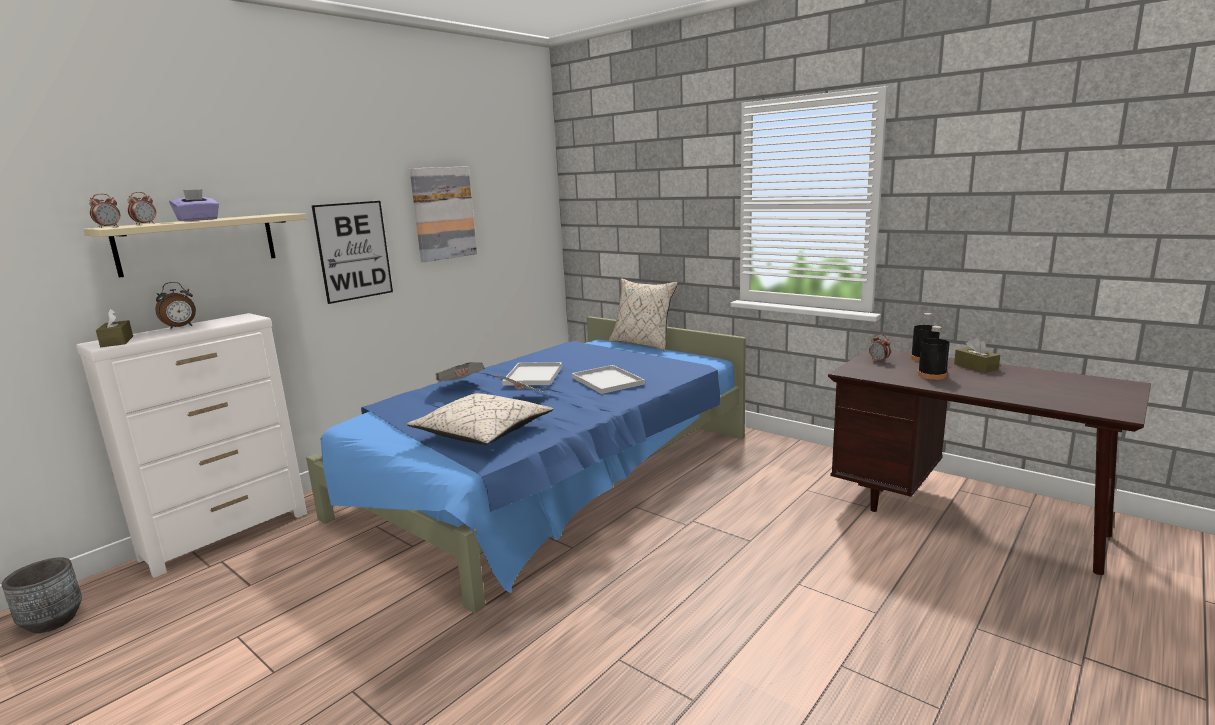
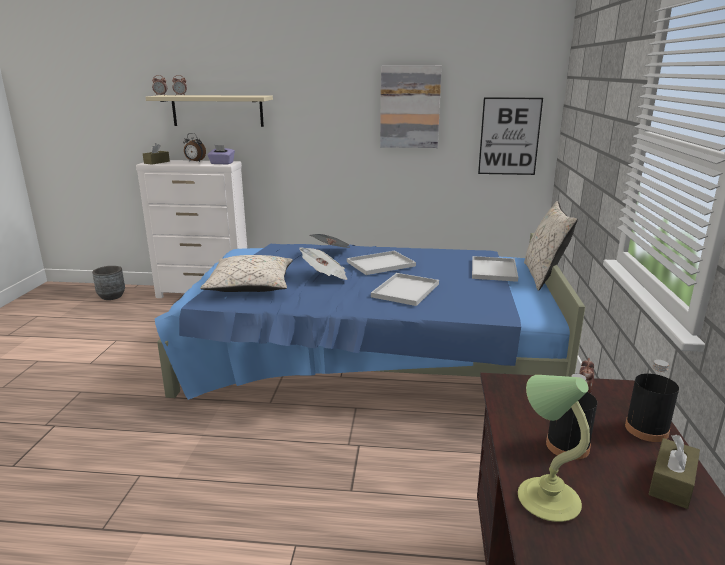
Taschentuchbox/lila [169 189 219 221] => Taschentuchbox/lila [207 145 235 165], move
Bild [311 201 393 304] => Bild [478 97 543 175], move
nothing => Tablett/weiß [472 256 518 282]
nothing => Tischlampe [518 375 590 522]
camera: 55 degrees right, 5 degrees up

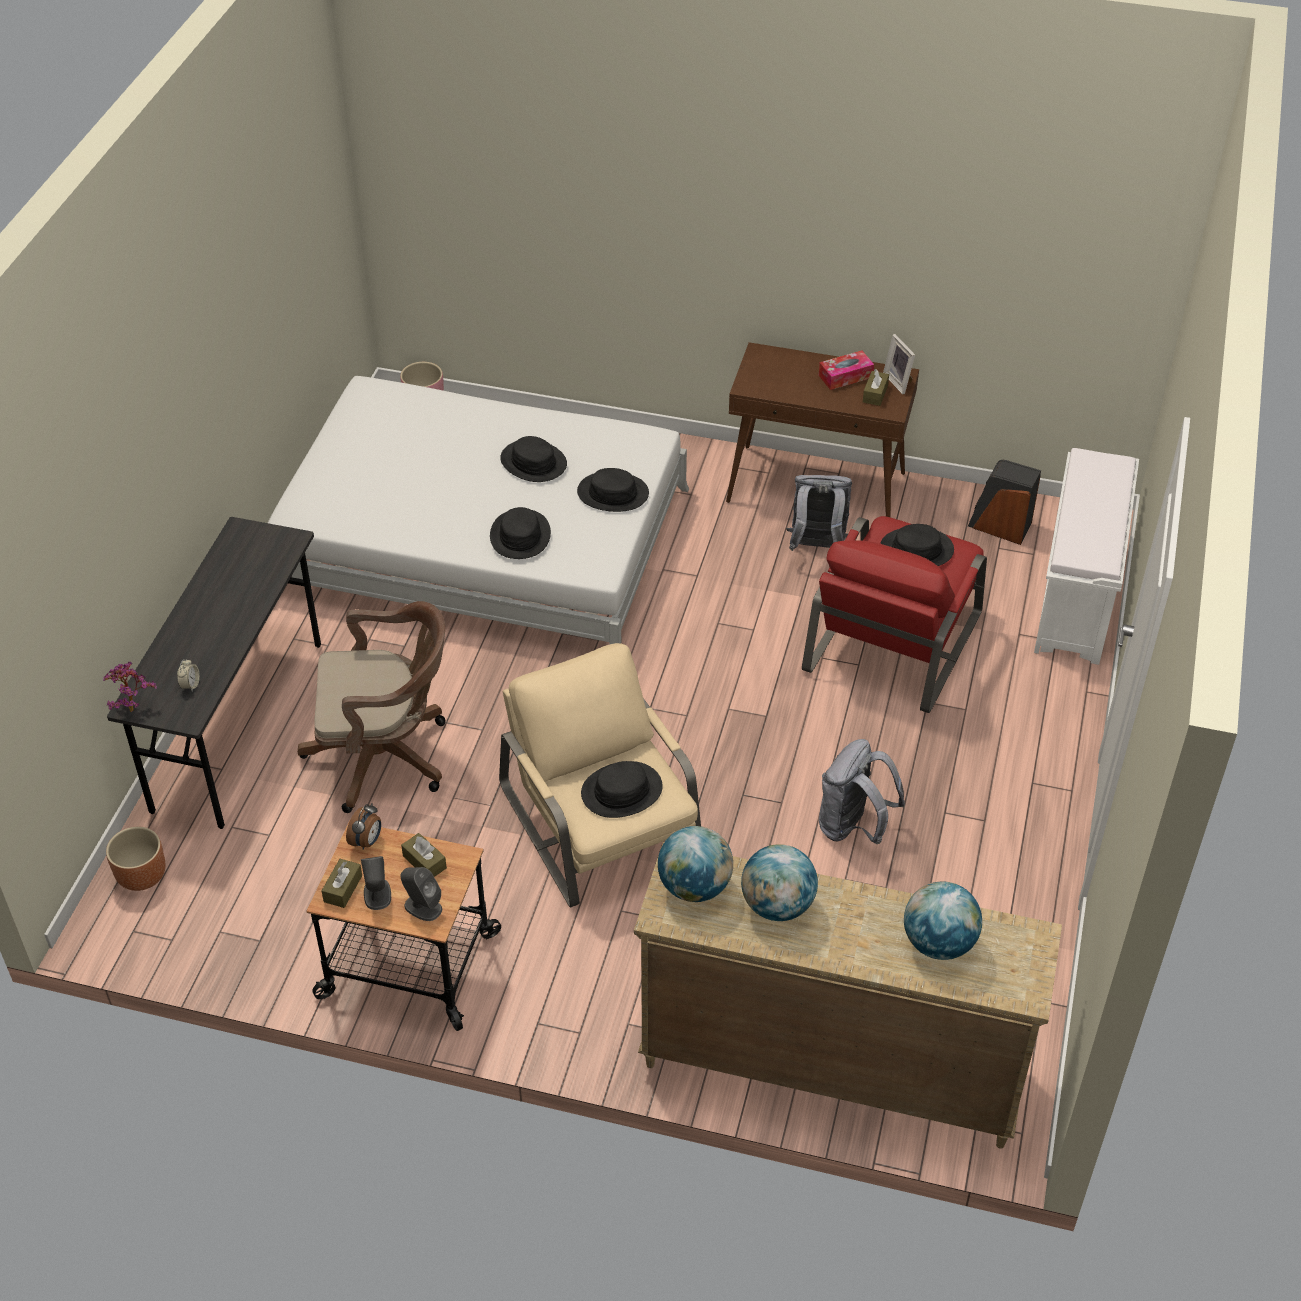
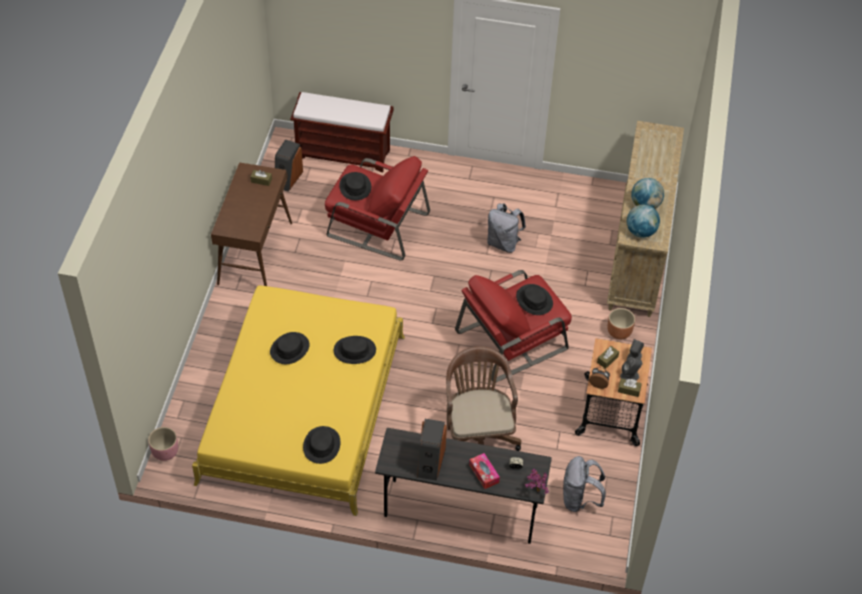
Bilderrahmen [883 334 915 394] => nothing
Taschentuchbox [819 350 874 390] => Taschentuchbox [469 453 500 489], move
Bett/weiß [268 376 689 645] => Bett/gelb [192 285 405 516]
Bank/weiß [1034 448 1139 665] => Bank/braun [290 92 394 172]
Hut/schwarz [577 468 649 512] => Hut/schwarz [303 426 340 464], move
Rucksack/grau [786 475 852 551] => Rucksack/grau [563 456 606 512], move
Sessel/beige [499 643 701 908] => Sessel/rot [455 270 572 382]
Pflanzkübel/braun [106 827 166 891] => Pflanzkübel/braun [608 308 635 339], move
Globus [904 881 982 960] => nothing
nothing => Lautsprecher [417 419 447 481]
camera: 95 degrees left, 5 degrees up

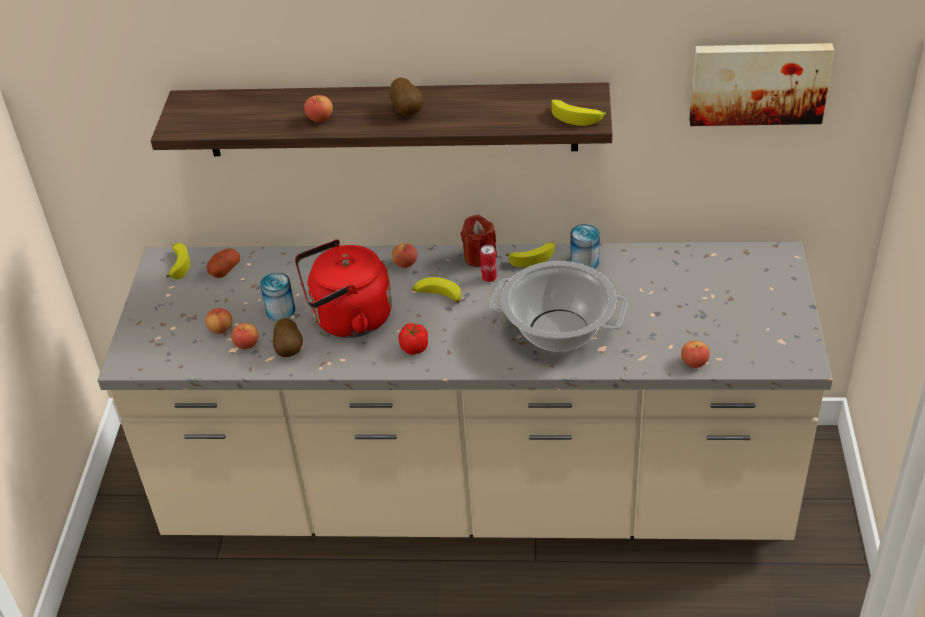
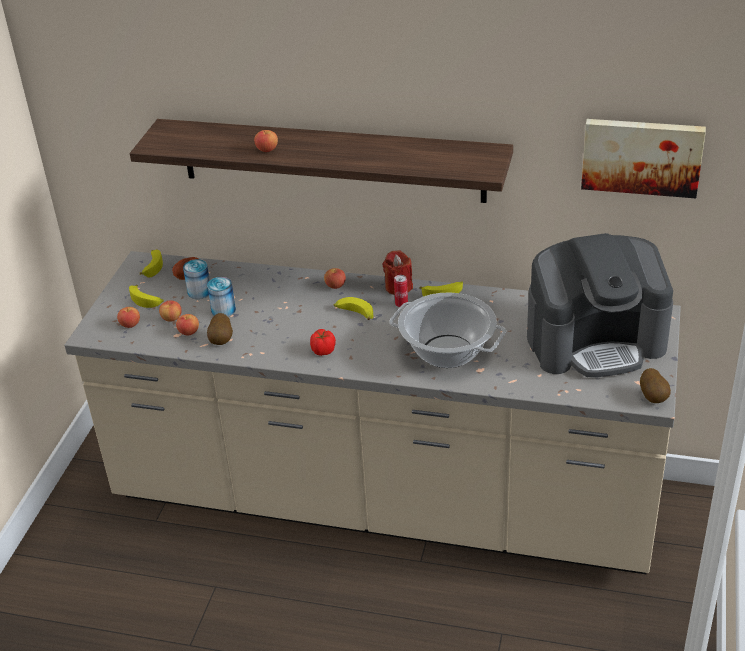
Kartoffel [390 78 424 116] => Kartoffel [640 368 671 403], move
Banane [552 99 606 126] => Banane [129 285 164 308], move
Dose [570 224 600 269] => Dose [183 259 210 299], move
Wasserkessel/rot [295 239 392 338] => nothing
Apfel [681 341 710 368] => Apfel [117 307 140 328], move
nothing => Kaffeemaschine [527 233 673 377]
camera: 10 degrees right, 5 degrees down

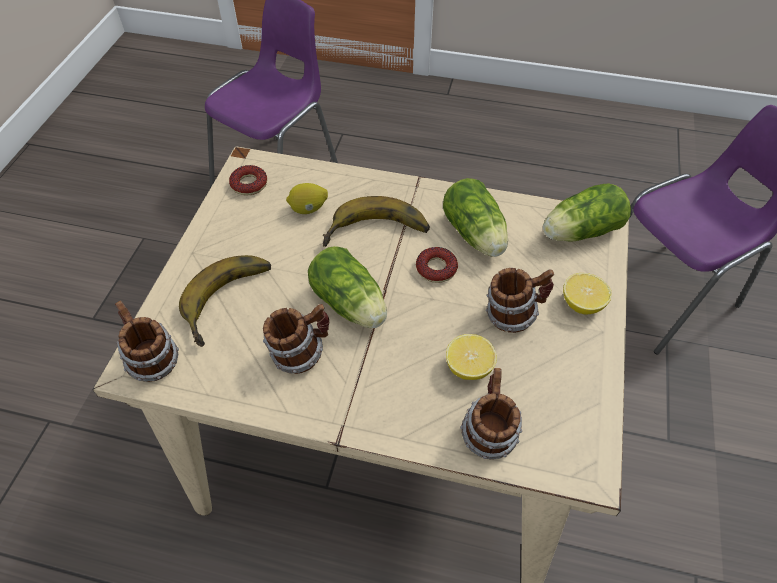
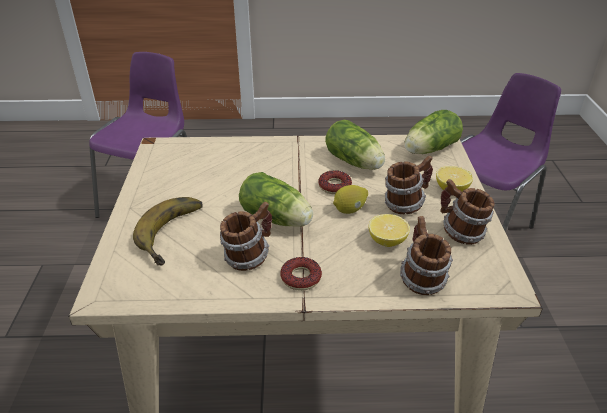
Donut [229 165 267 196] => Donut [280 257 322 291], move
Zitrone [286 183 328 214] => Zitrone [333 185 368 214], move
Banane [323 196 430 247] => nothing
Henkelbecher [115 301 179 382] => Henkelbecher [440 179 495 245], move
camera: 15 degrees left, 15 degrees down

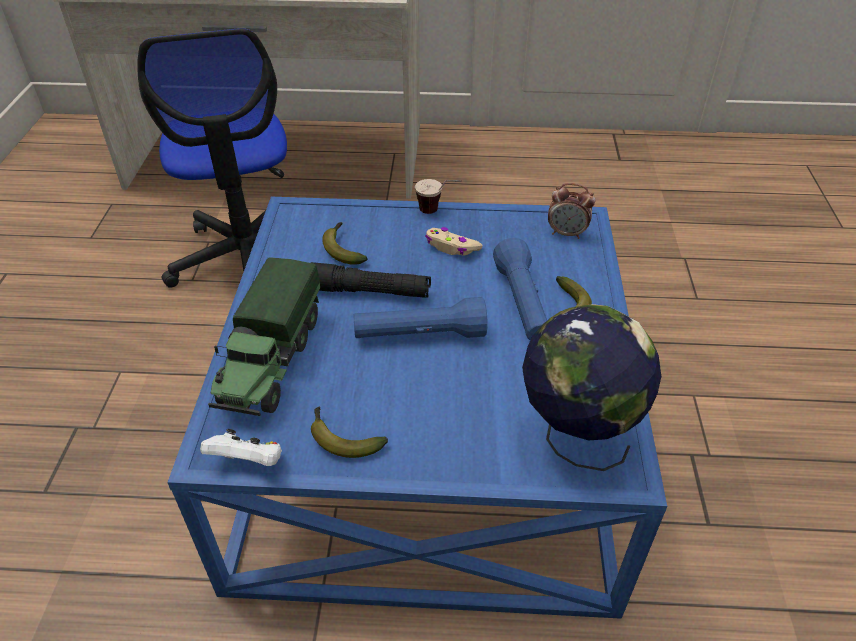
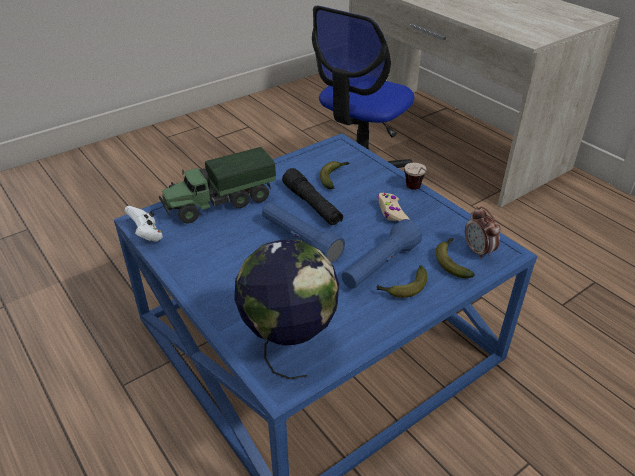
Banane [311 406 388 458] => Banane [436 238 475 278], move
camera: 50 degrees right, 5 degrees down

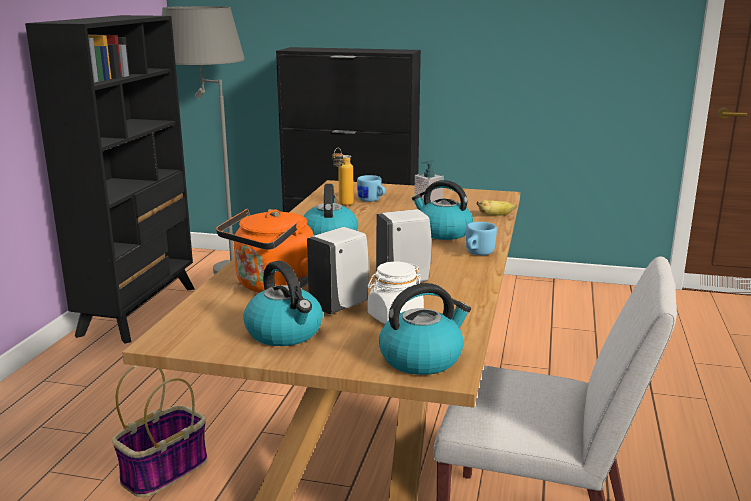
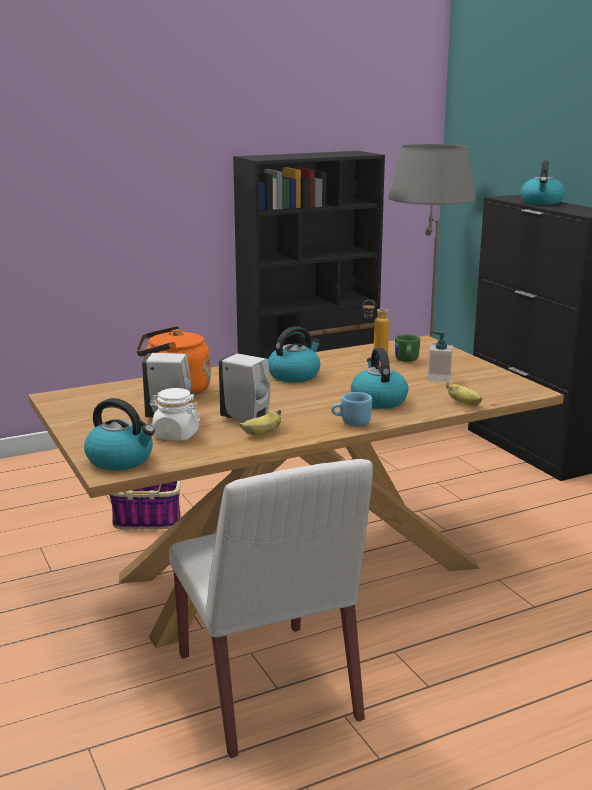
Henkelbecher/blau [357 175 385 202] => Henkelbecher/grün [395 334 420 362]
Wasserkessel [244 261 323 346] => Wasserkessel [521 160 565 205], move
nothing => Banane [239 409 281 436]
camera: 50 degrees right, 0 degrees up

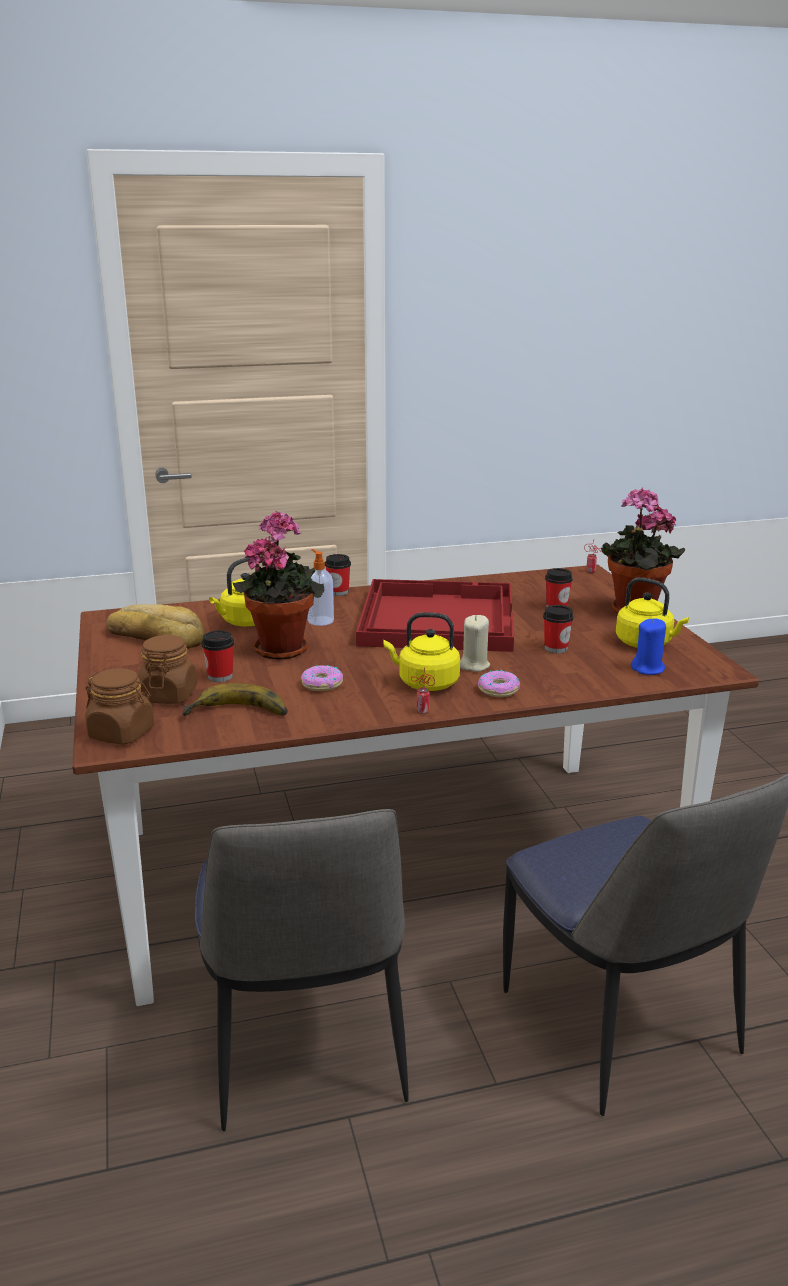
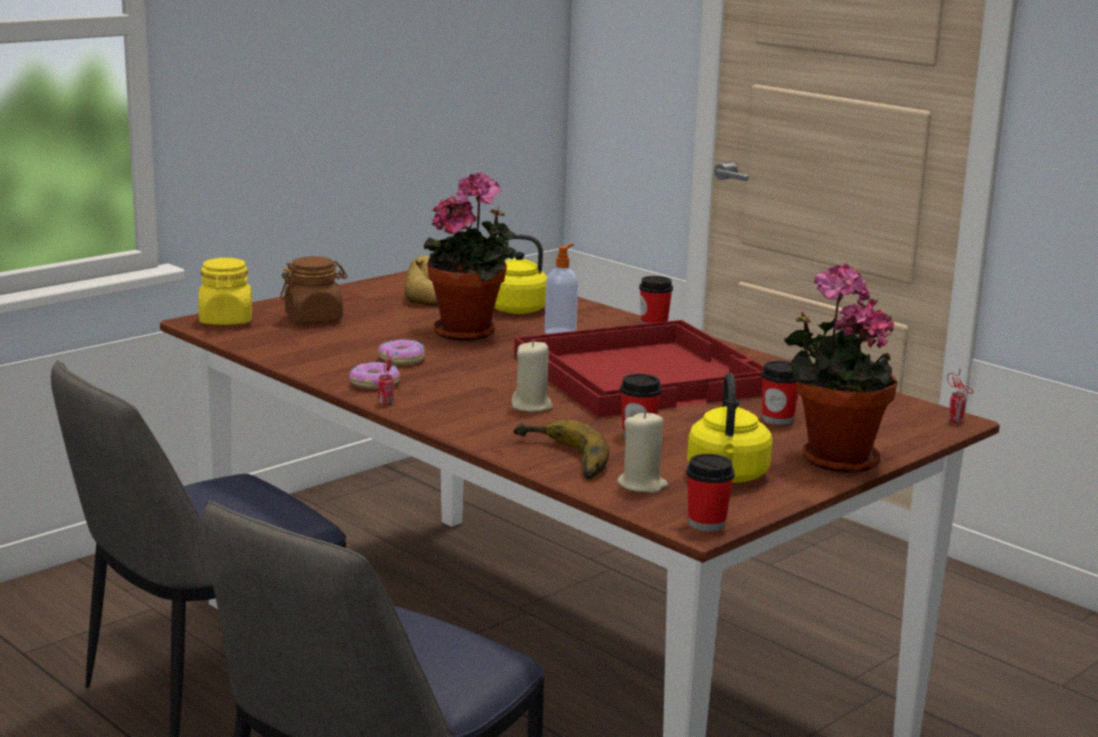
Wasserkessel/gelb [384 612 460 691] => nothing
Kerze/blau [631 618 666 675] => Kerze/beige [617 411 668 493]
Tasse [202 630 234 682] => Tasse [686 454 735 531], move
Vorratsglas/braun [85 668 154 744] => Vorratsglas/gelb [199 258 252 325]
Donut [478 670 520 697] => Donut [349 362 400 389], move
Banane [182 683 287 716] => Banane [513 420 609 479], move
camera: 60 degrees right, 5 degrees down

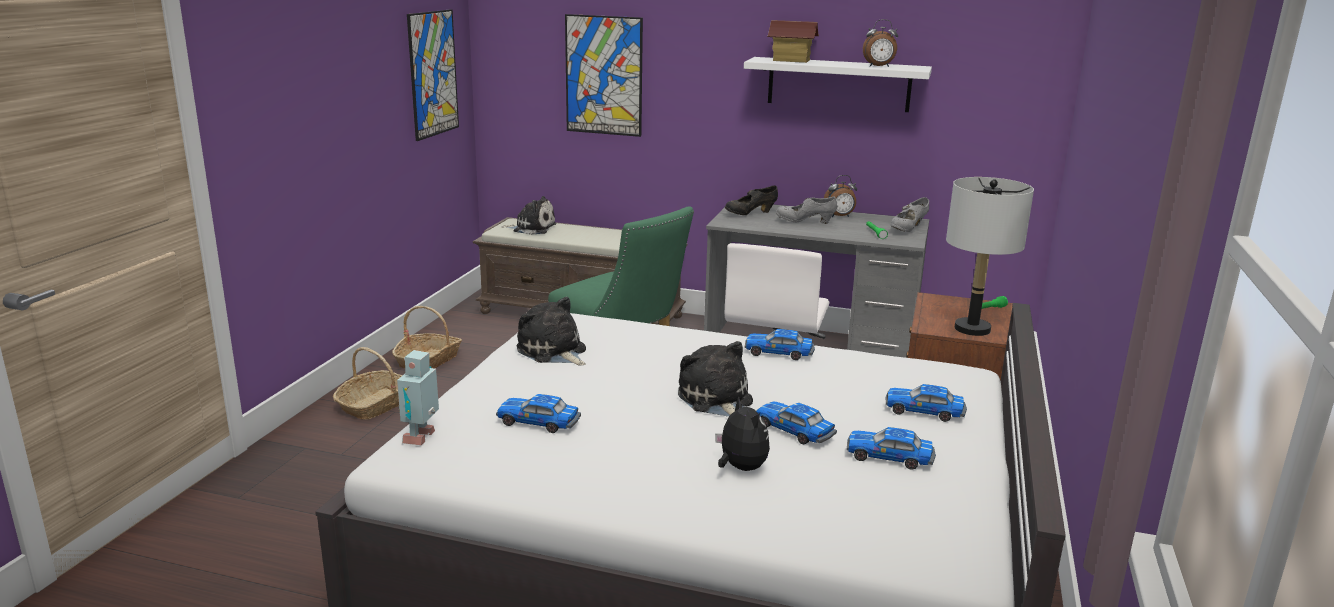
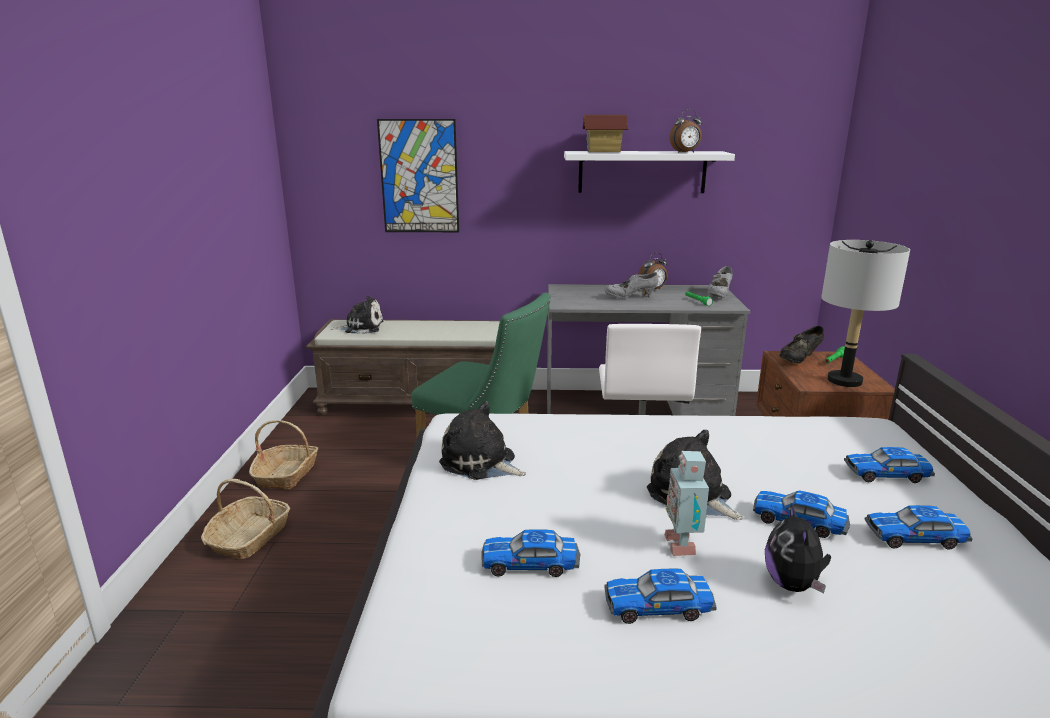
Bild [407 9 459 141] => nothing
Schuh/schwarz [725 185 778 215] => Schuh/schwarz [779 326 824 363], move
Spielzeugauto [745 329 815 360] => Spielzeugauto [604 568 717 624], move
Spielzeugroboter [397 350 439 445] => Spielzeugroboter [665 451 709 556], move
Plüschtier [715 396 770 471] => Plüschtier [765 503 831 593], 135 degrees counterclockwise
camera: 15 degrees left, 0 degrees up

